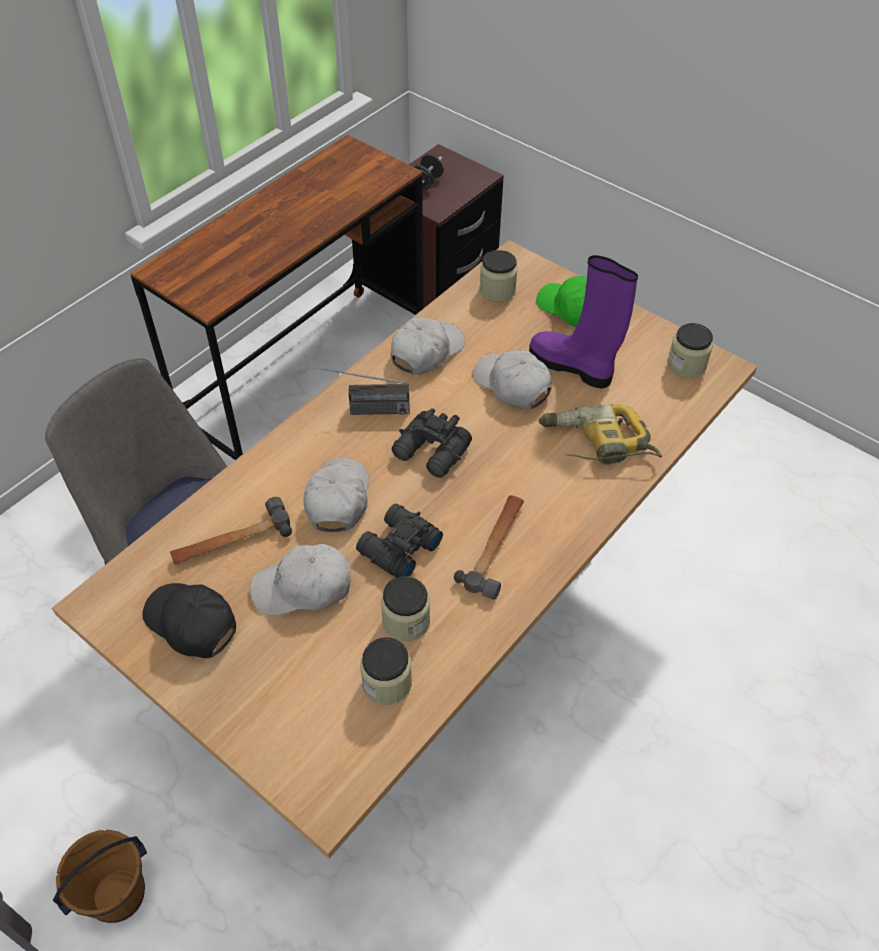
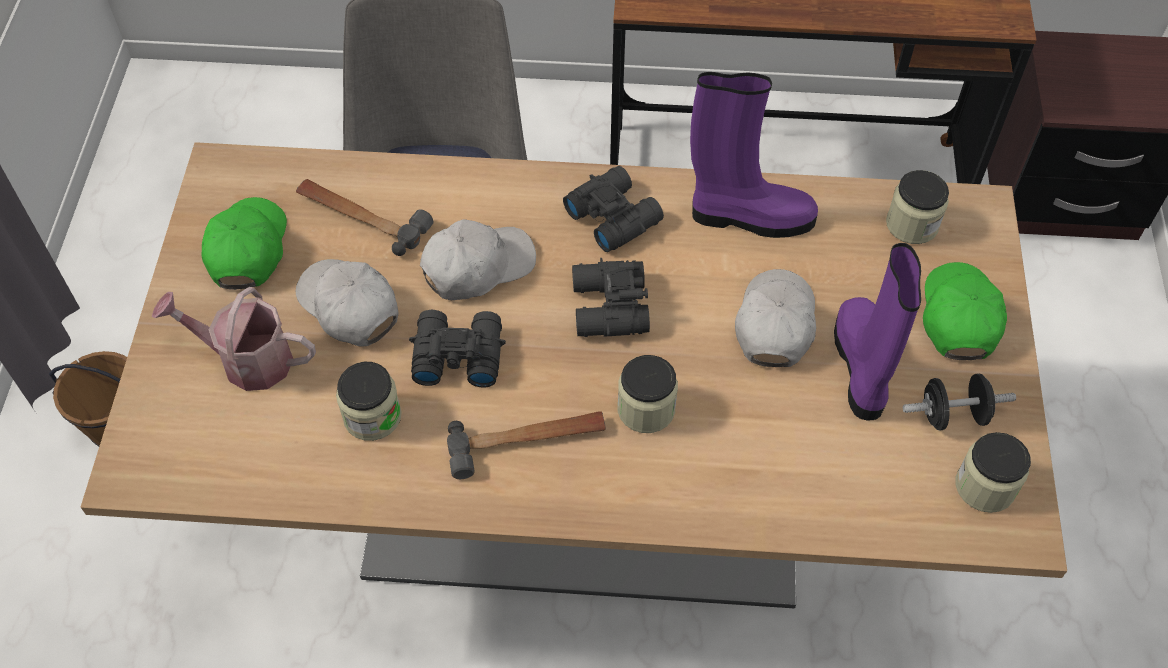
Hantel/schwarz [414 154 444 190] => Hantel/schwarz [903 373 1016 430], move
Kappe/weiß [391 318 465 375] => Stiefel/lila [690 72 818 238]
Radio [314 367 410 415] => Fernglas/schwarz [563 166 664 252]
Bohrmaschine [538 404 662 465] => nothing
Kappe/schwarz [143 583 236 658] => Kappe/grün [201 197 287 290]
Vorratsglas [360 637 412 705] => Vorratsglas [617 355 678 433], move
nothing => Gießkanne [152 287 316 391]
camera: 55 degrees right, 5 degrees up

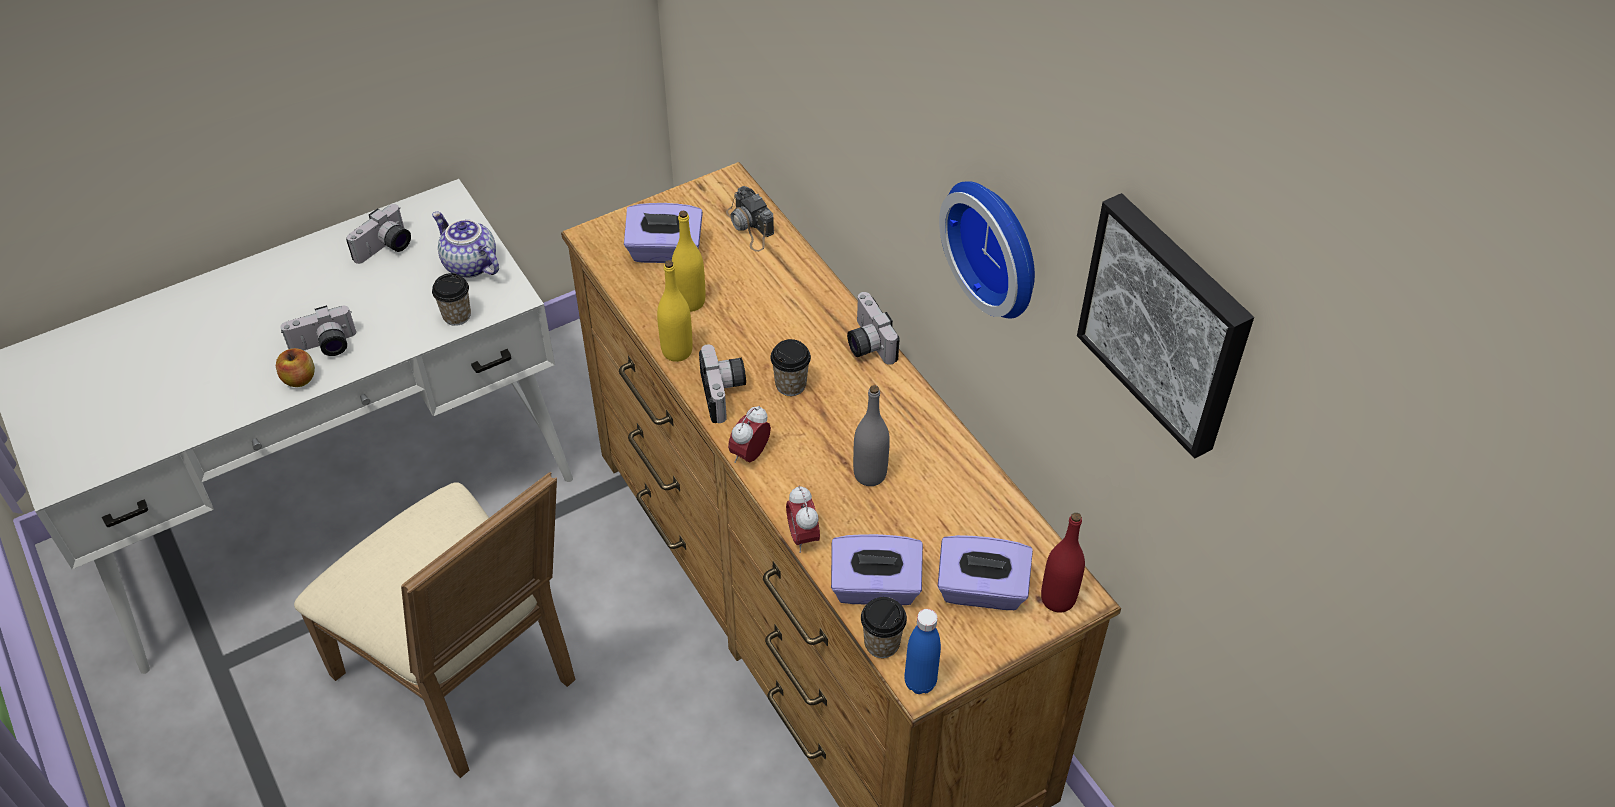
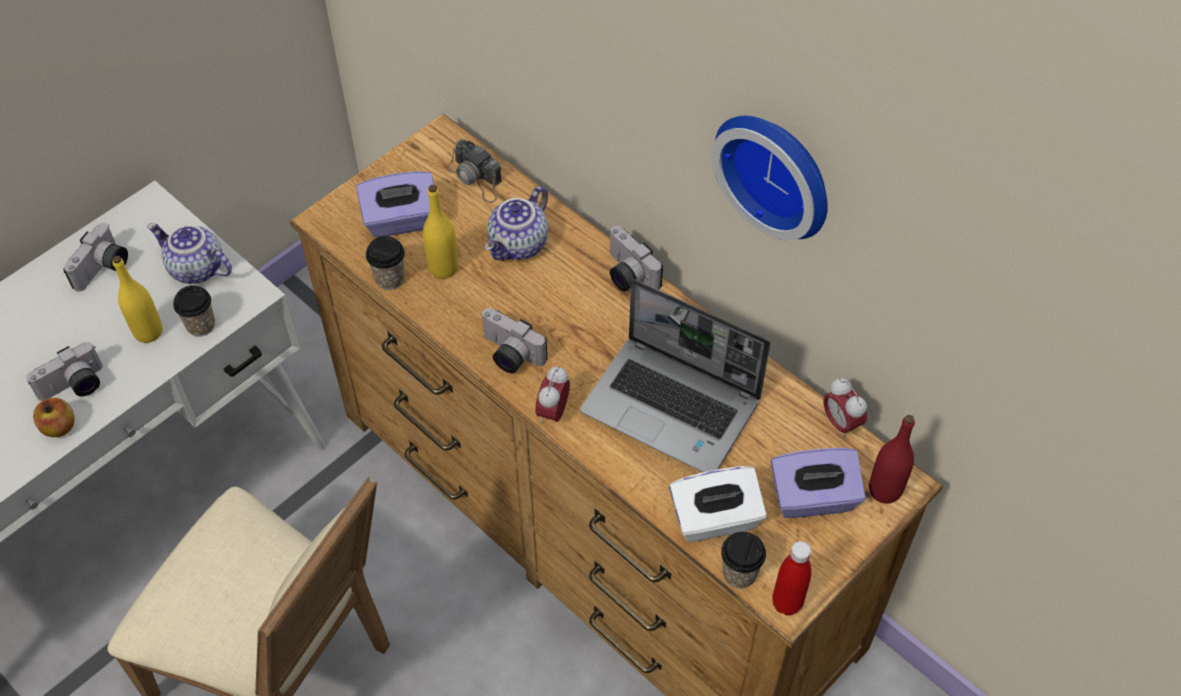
Bild [1077 193 1254 458] => nothing
Flasche/gelb [657 260 693 362] => Flasche/gelb [112 256 162 343], move
Tasse [770 339 811 396] => Tasse [366 236 405 290], move
Kamera [699 344 746 423] => Kamera [482 308 547 373], 150 degrees clockwise
Flasche/grau [853 385 890 486] => Laptop [580 279 770 473]
Wecker [786 486 820 553] => Wecker [824 378 867 439], move
Taschentuchbox/lila [831 534 923 605] => Taschentuchbox/weiß [669 466 767 542]
Flasche/blau [904 609 941 694] => Flasche/rot [772 541 811 616]
nothing => Teekanne [485 186 548 261]
camera: 15 degrees left, 5 degrees up

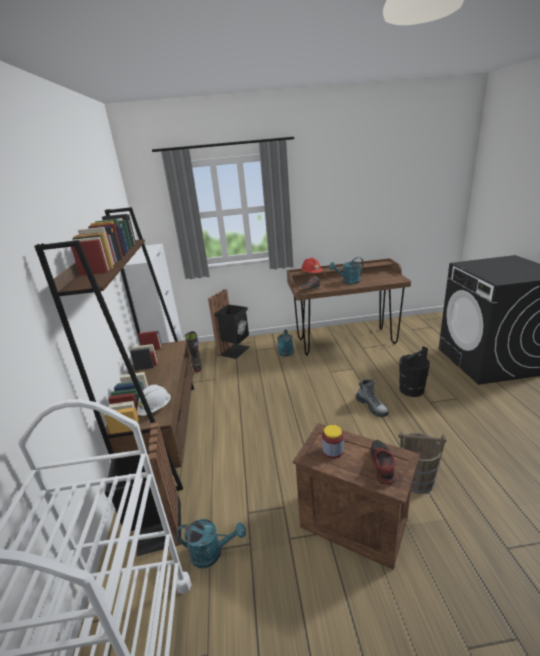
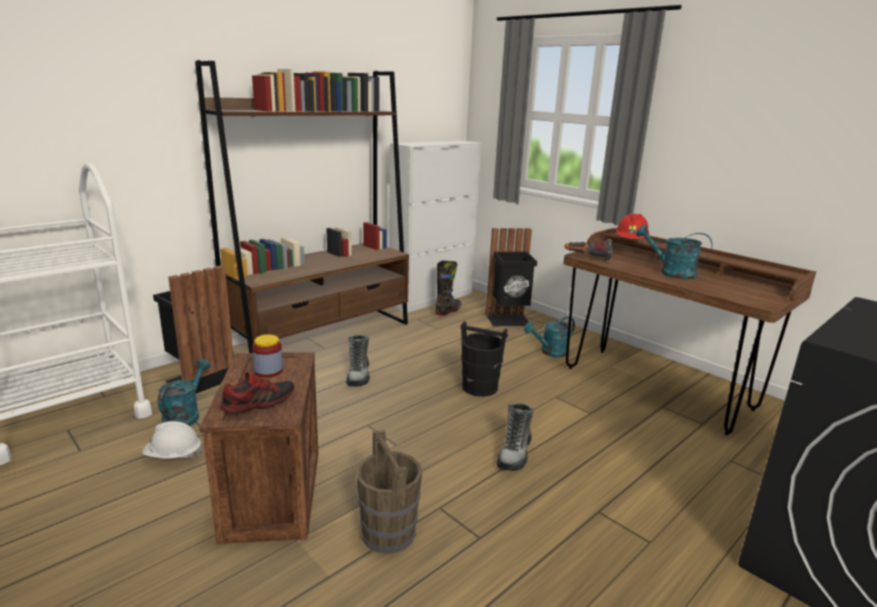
Eimer/schwarz [399 346 430 397] => Eimer/schwarz [460 321 508 397], move
Schutzhelm/weiß [137 385 171 416] => Schutzhelm/weiß [142 421 202 459], move
Gießkanne/türkis [176 519 246 568] => Gießkanne/türkis [158 359 210 426], 135 degrees counterclockwise
nothing => Stiefel [346 335 370 386]
camera: 50 degrees right, 5 degrees down

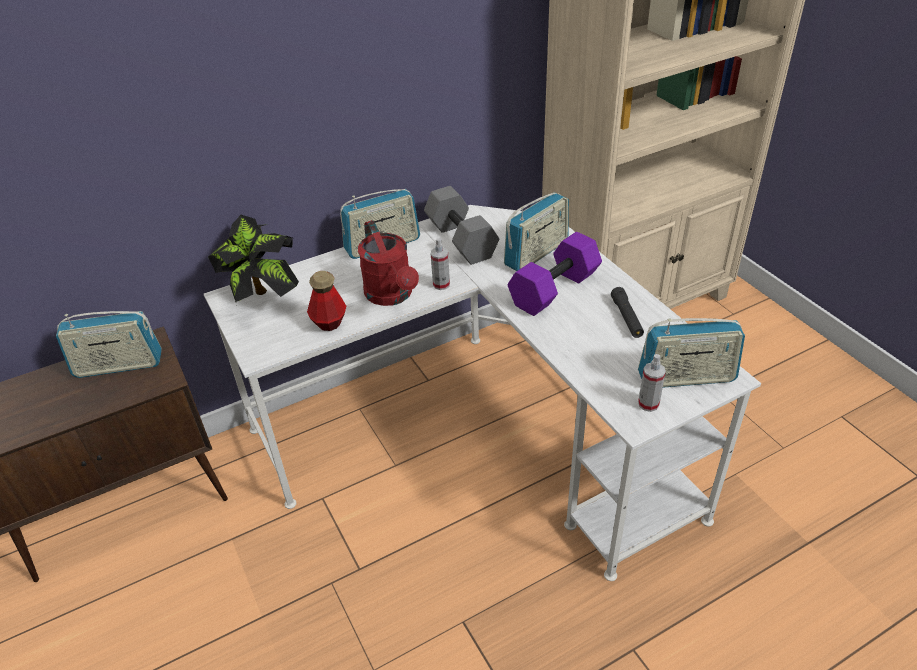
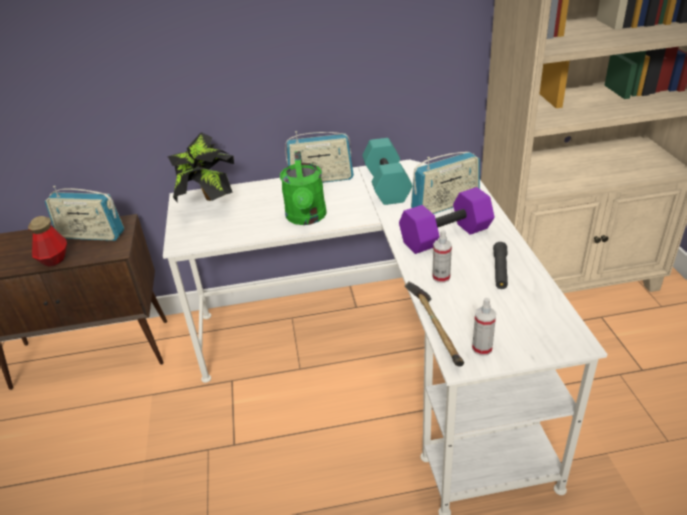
Hantel/grau [424 186 499 265] => Hantel/türkis [362 138 412 205]
Gießkanne/rot [358 220 419 306] => Gießkanne/grün [280 151 327 225]
Sprühflasche [431 238 450 290] => Sprühflasche [432 230 452 283], move
Flasche [307 271 346 331] => Flasche [28 216 67 267], move
Radio [638 318 745 388] => nothing
nothing => Hammer [404 282 464 367]
camera: 20 degrees right, 5 degrees down

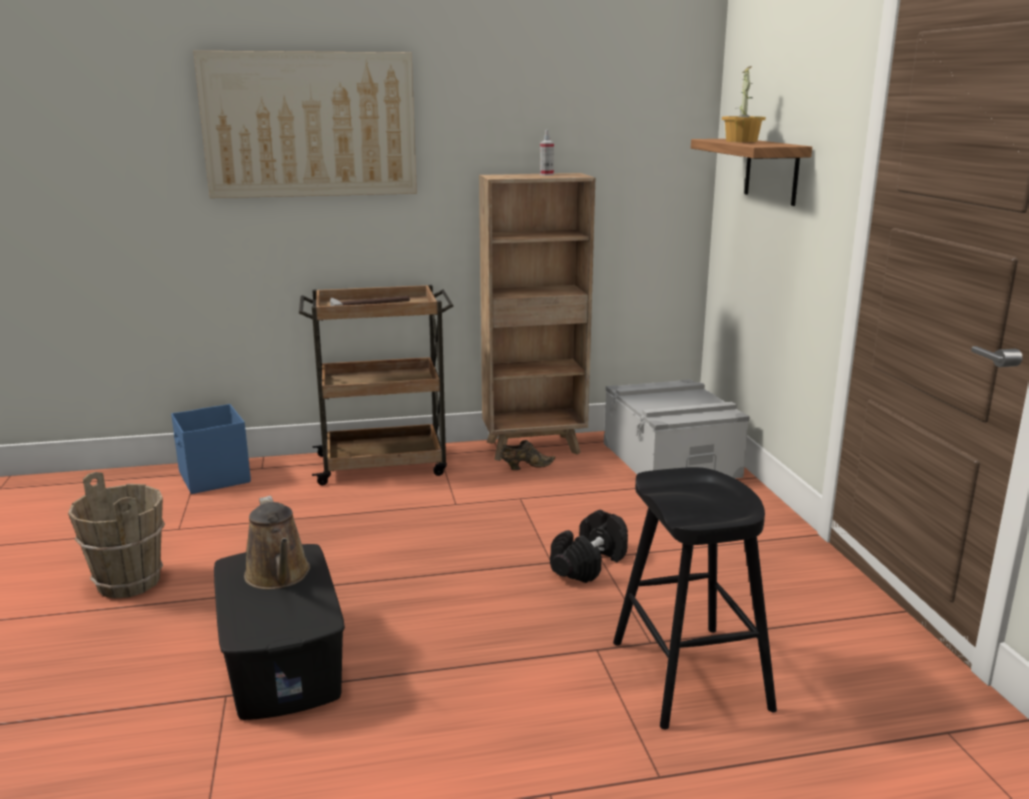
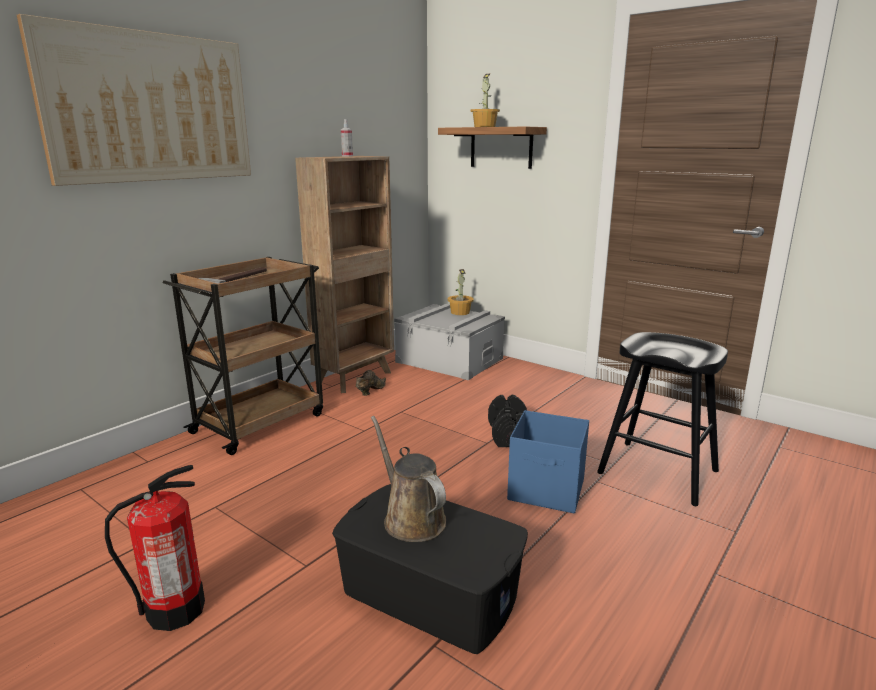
Aufbewahrungsbox/blau [171 404 251 494] => Aufbewahrungsbox/blau [507 410 589 513], move
Eimer/braun [68 472 165 599] => Feuerlöscher [105 465 205 631]
Gießkanne/braun [244 496 310 589] => Gießkanne/braun [371 416 446 542], 150 degrees counterclockwise
nothing => Topfpflanze [448 269 474 315]
camera: 40 degrees left, 0 degrees up

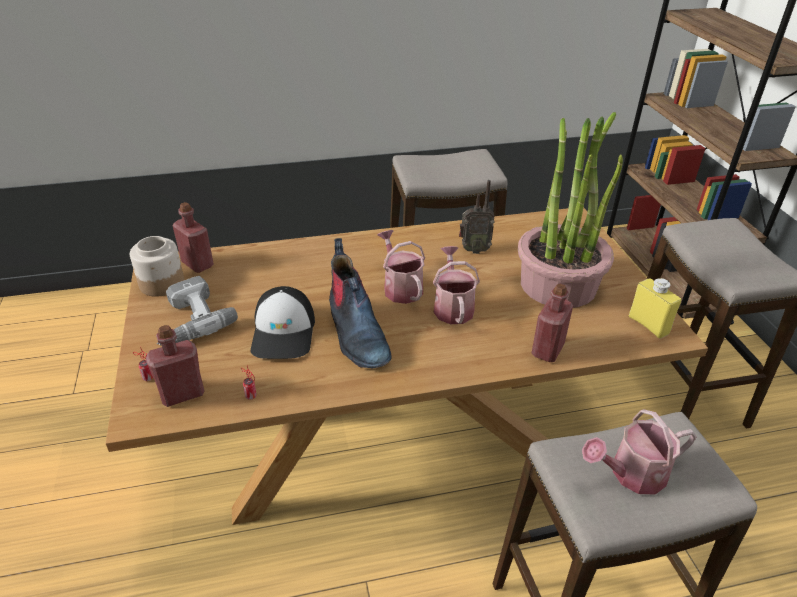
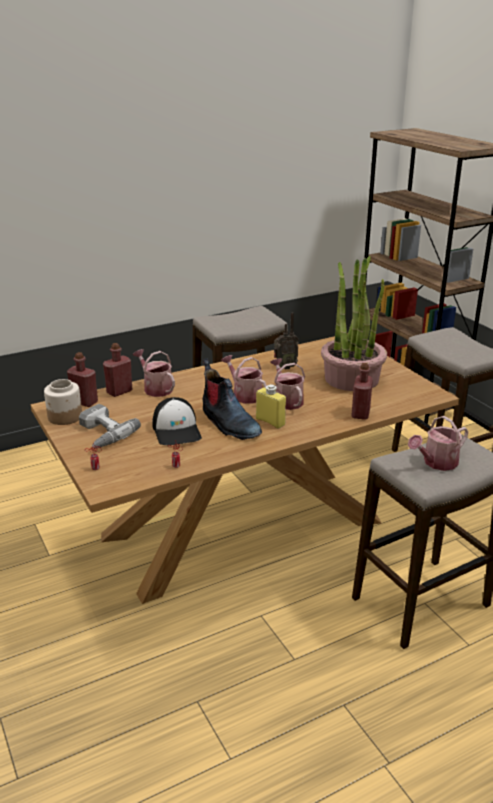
Flasche/gelb [629 278 681 338] => Flasche/gelb [256 384 286 429], move
Flasche/rot [146 325 205 407] => Flasche/rot [103 343 132 397], move
nothing => Gießkanne [133 349 175 397]
camera: 15 degrees left, 10 degrees down

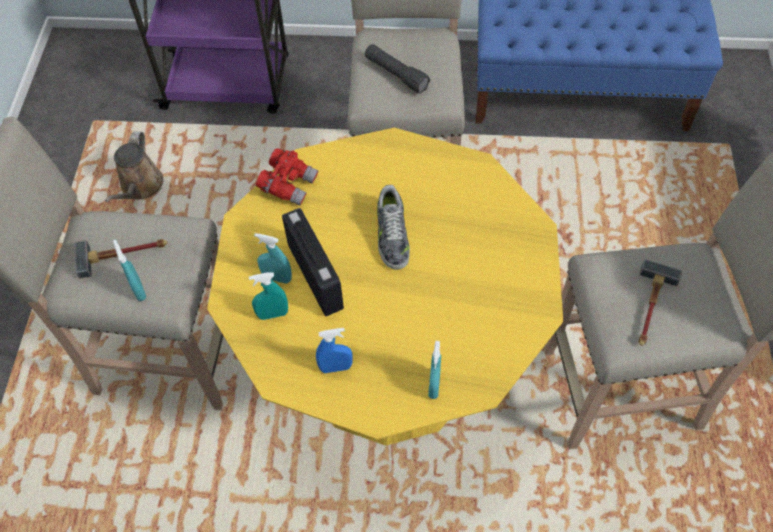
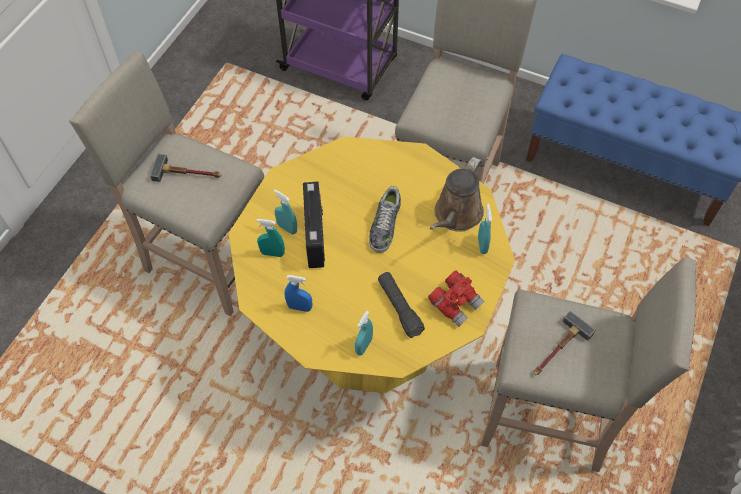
Taschenlampe/schwarz [365 44 430 93] => Taschenlampe/schwarz [378 272 425 338], move
Gießkanne/braun [105 131 163 202] => Gießkanne/braun [430 157 484 232], move
Fernglas/rot [256 148 318 206] => Fernglas/rot [428 271 484 327], move
Sprühflasche/türkis [113 240 146 301] => Sprühflasche/türkis [478 204 492 254], move
camera: 20 degrees right, 0 degrees up

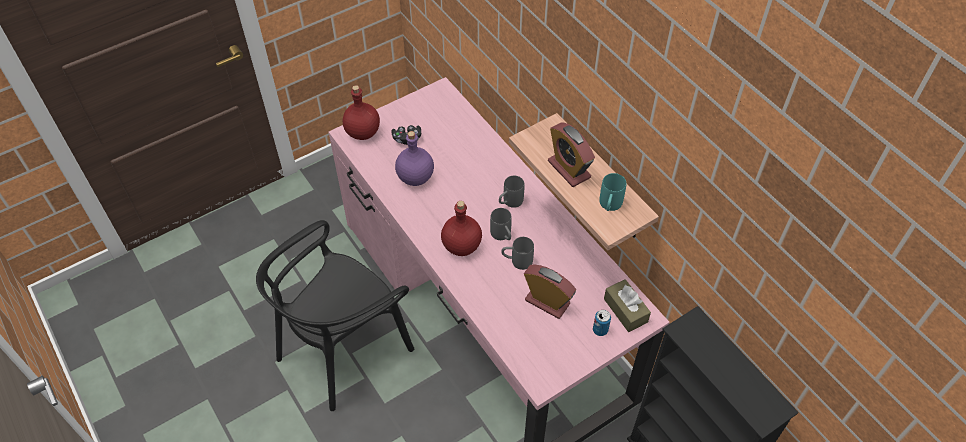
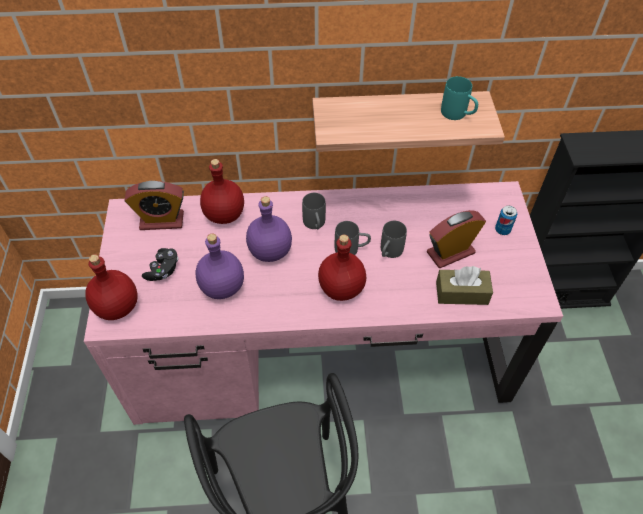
Wecker [548 123 595 187] => Wecker [125 181 184 230], move
Taschentuchbox/braun [604 279 651 332] => Taschentuchbox/braun [436 266 493 305], move
nothing => Flasche/rot [200 159 244 224]
nothing => Flasche/lila [246 196 292 262]
camera: 60 degrees left, 0 degrees up

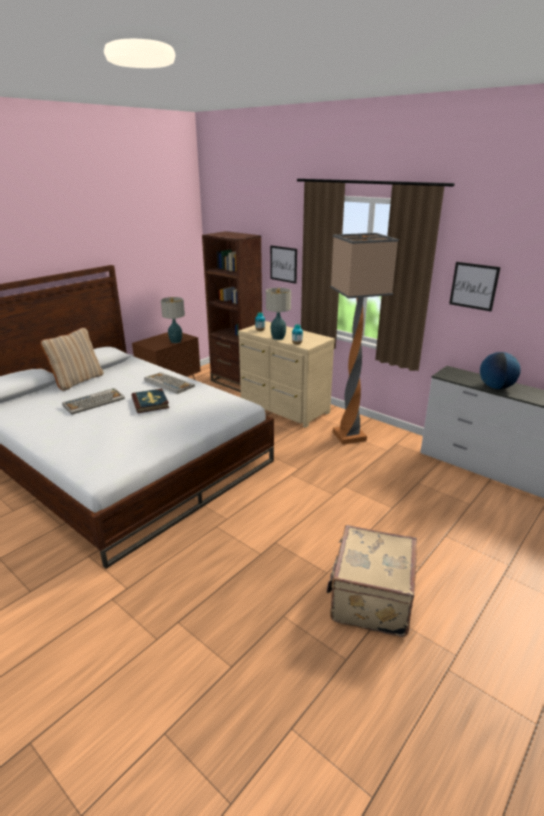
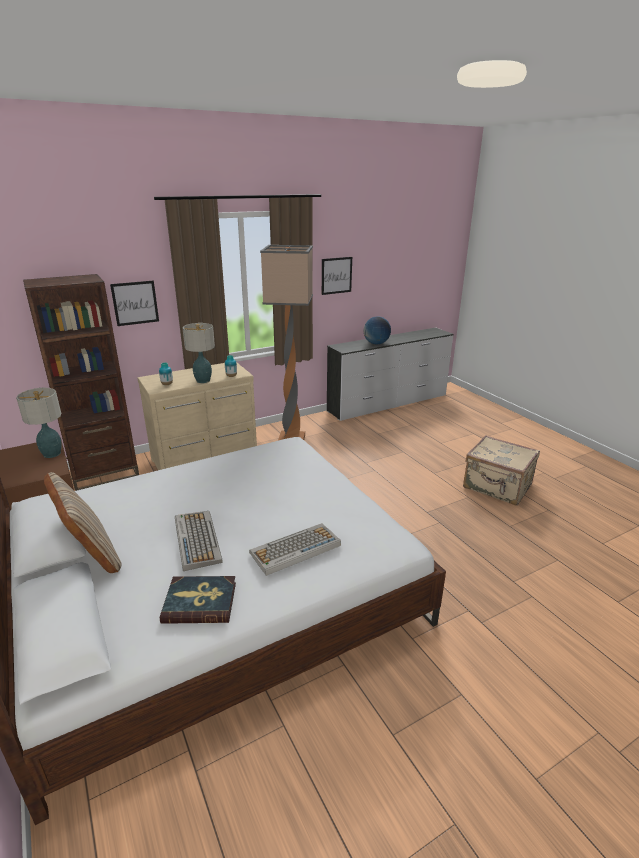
Tastatur [144 372 195 394] => Tastatur [249 523 341 576], move
Buch [132 389 169 413] => Buch [160 576 236 624], move
camera: 70 degrees left, 0 degrees up

